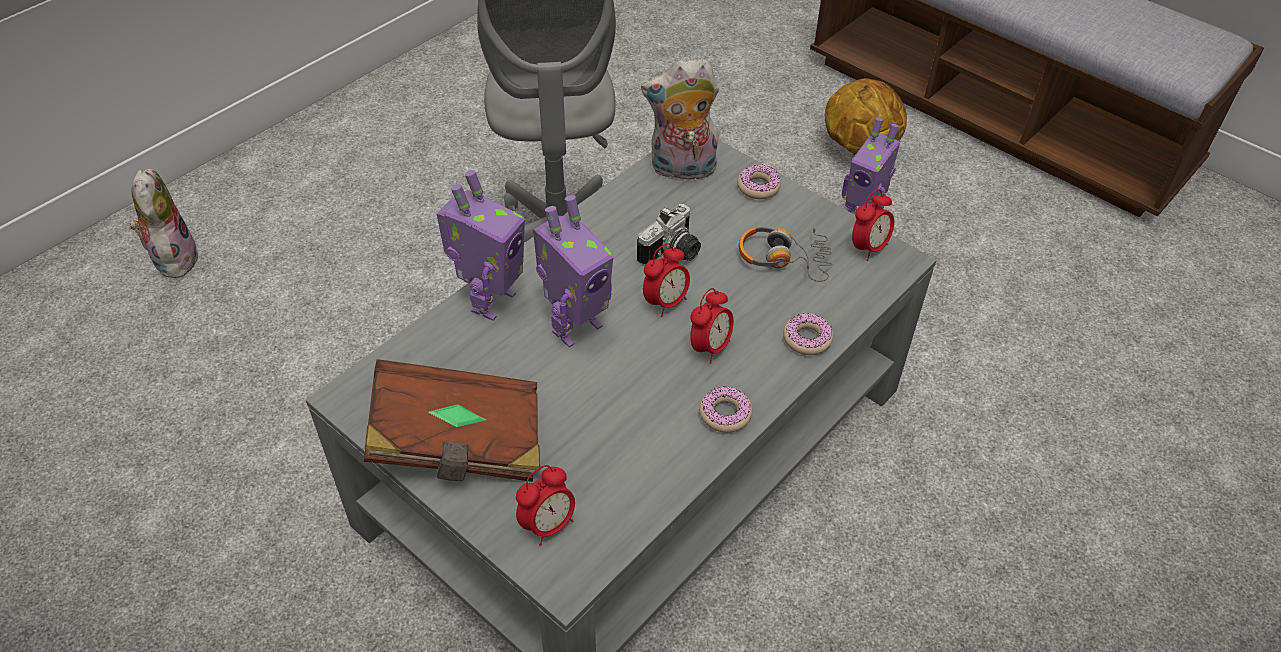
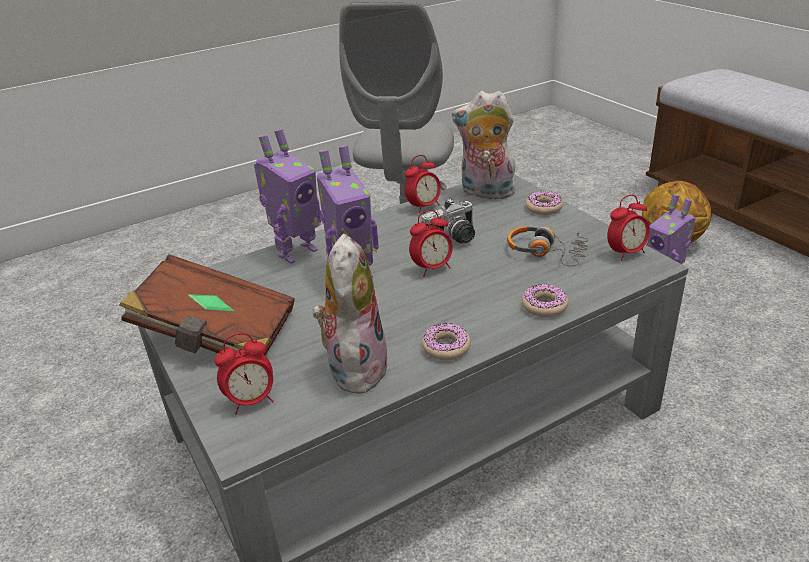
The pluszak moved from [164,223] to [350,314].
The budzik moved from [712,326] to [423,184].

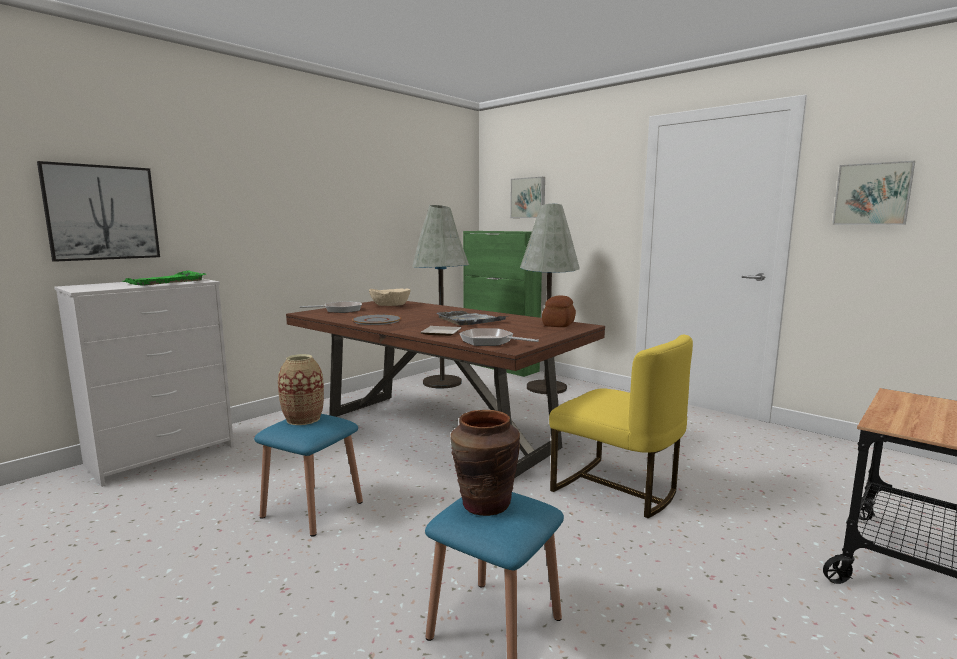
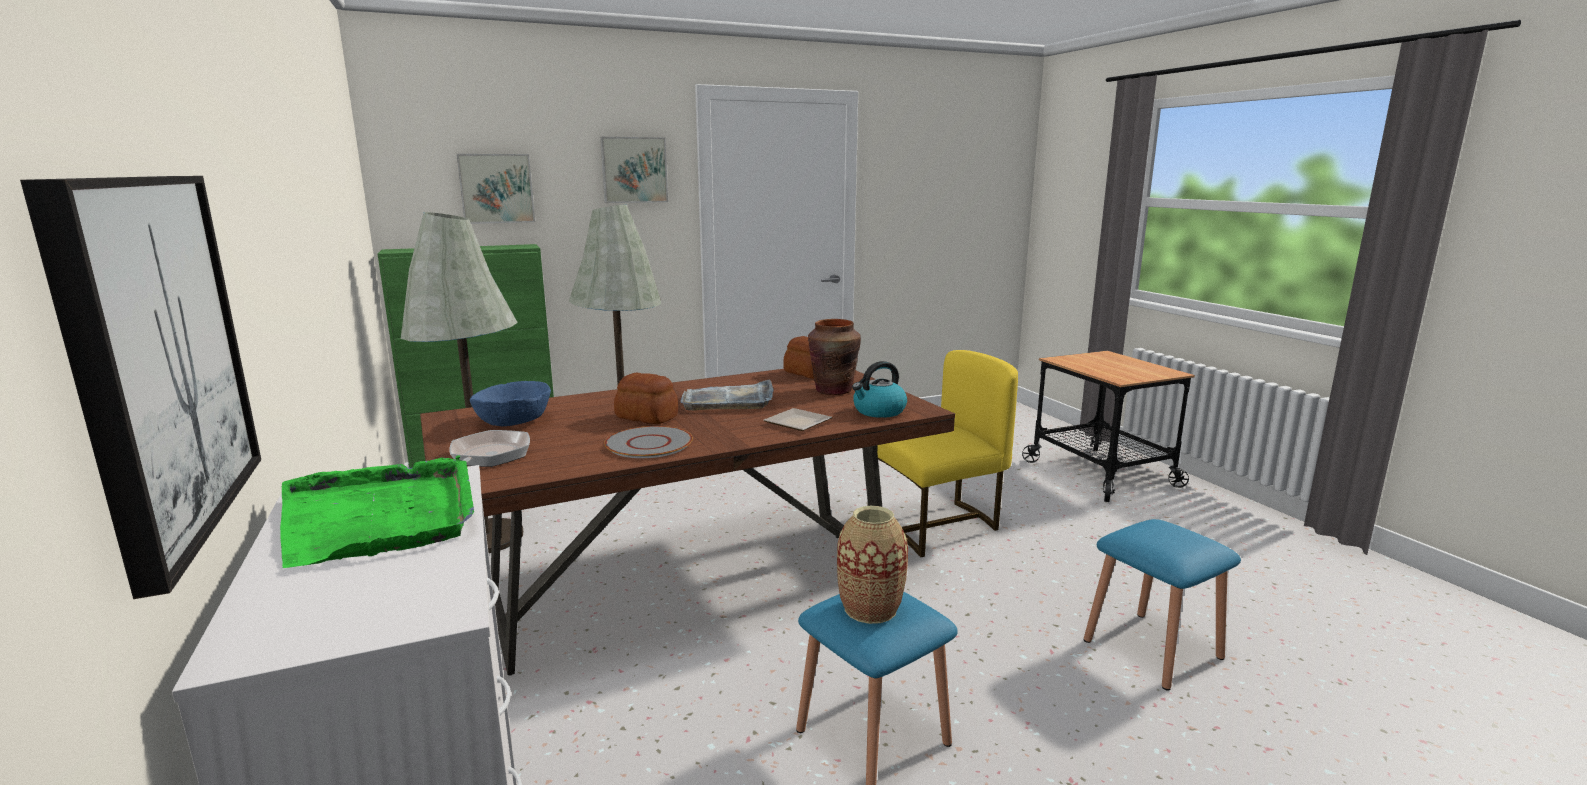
The miska [beżowy] at [389,297] became the miska [niebieski] at [510,403].
The obraz moved from [873,193] to [634,170].
The chleb at [646,398] appeared.
The wazon [brązowy] moved from [485,463] to [834,357].
The patelnia at [499,337] was replaced by the czajnik at [879,389].

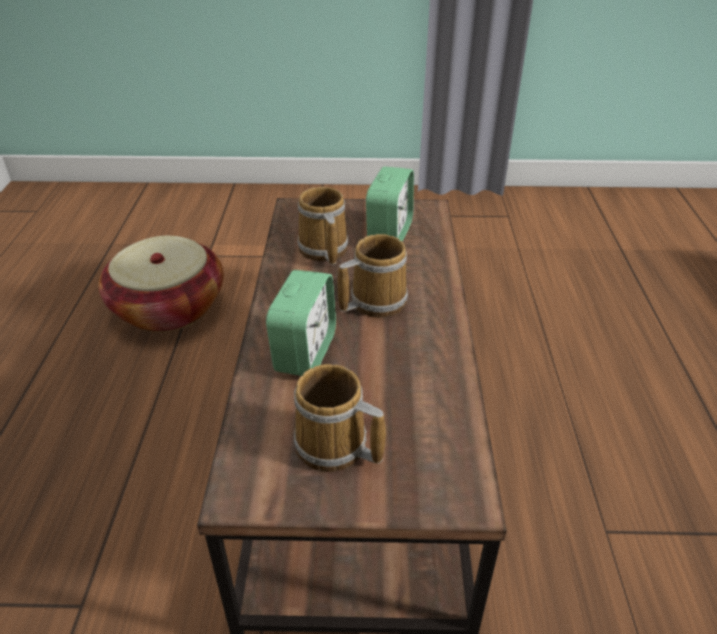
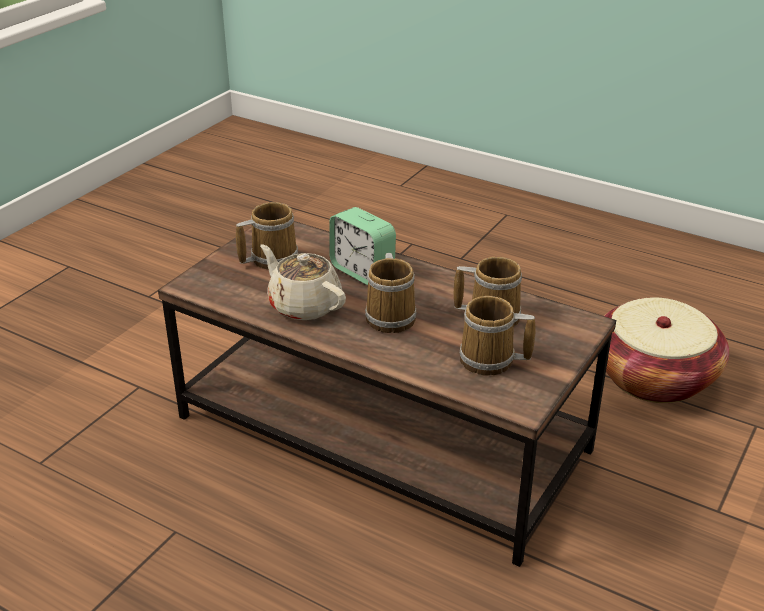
The imbryk [beżowy] at [303,282] appeared.
The budzik at [390,204] was replaced by the kubek at [498,336].

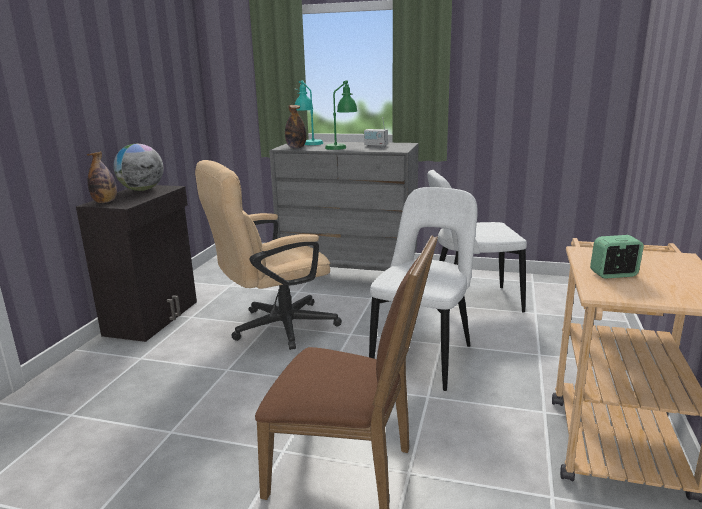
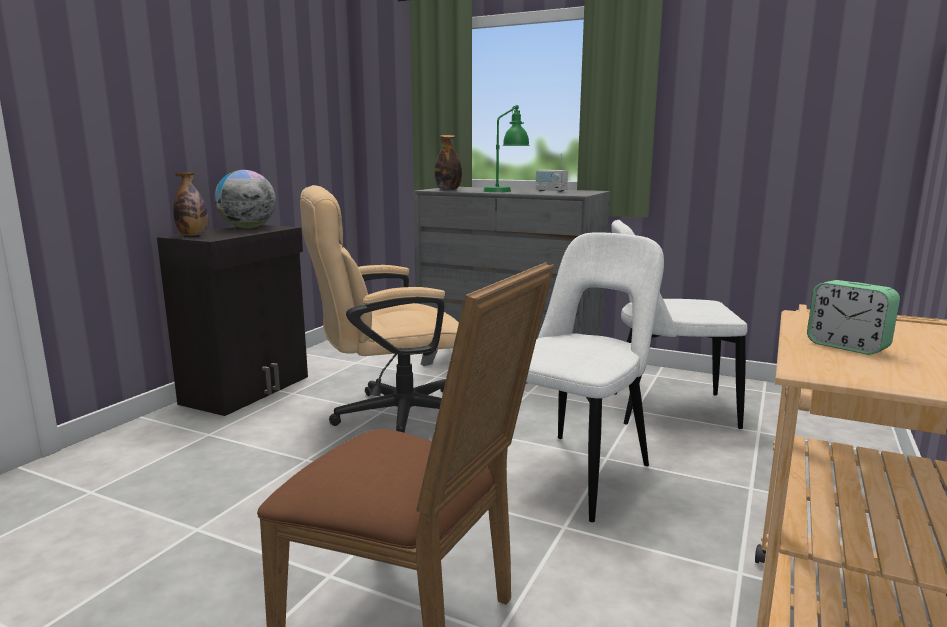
The budzik at [617,257] turned 135 degrees counterclockwise.
The lampa stołowa [turkusowy] at [309,112] disappeared.

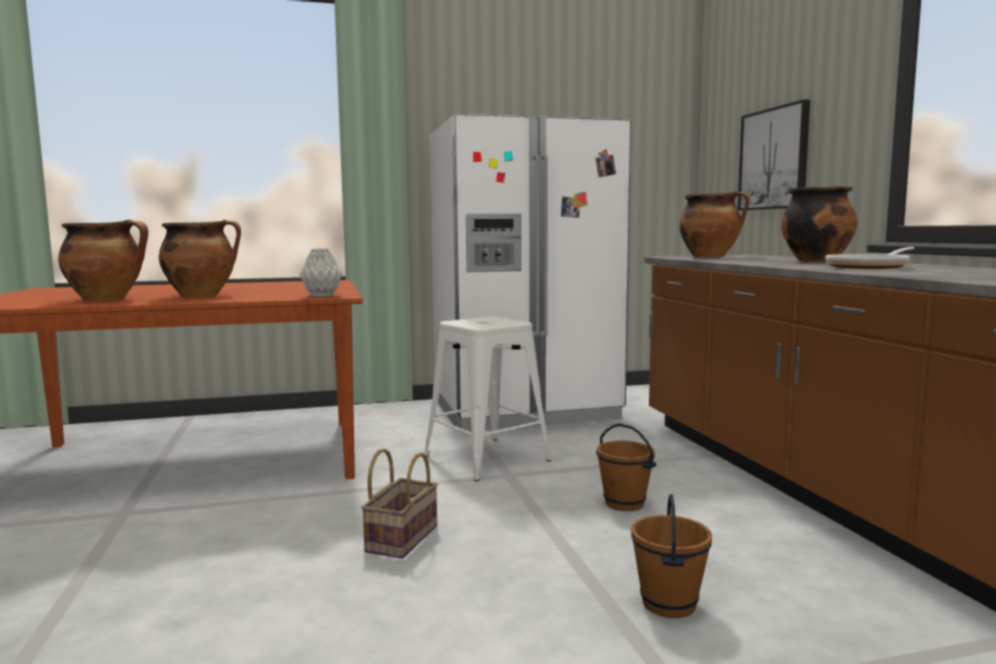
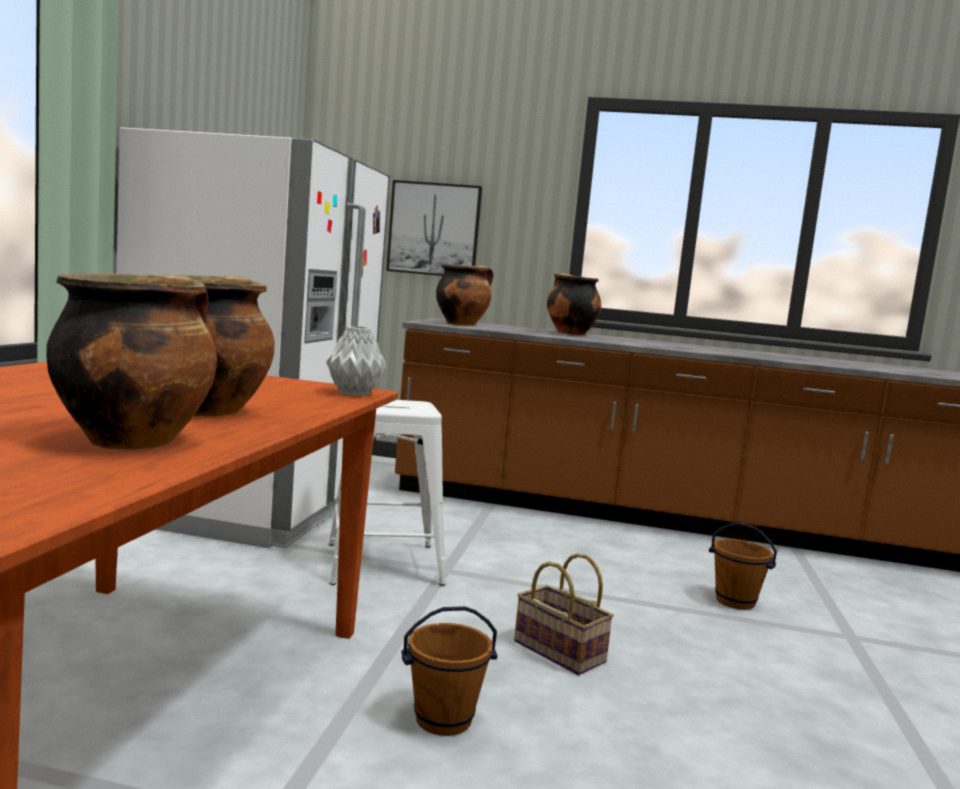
The wiadro [brązowy] moved from [626,467] to [449,671].
The patelnia at [869,258] disappeared.

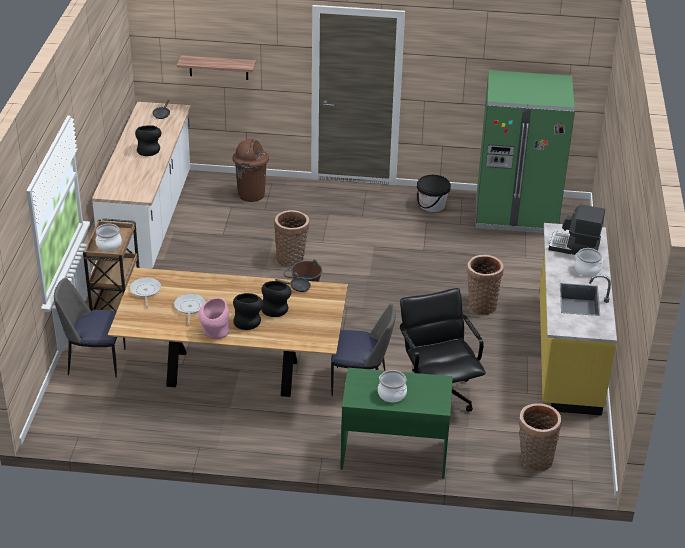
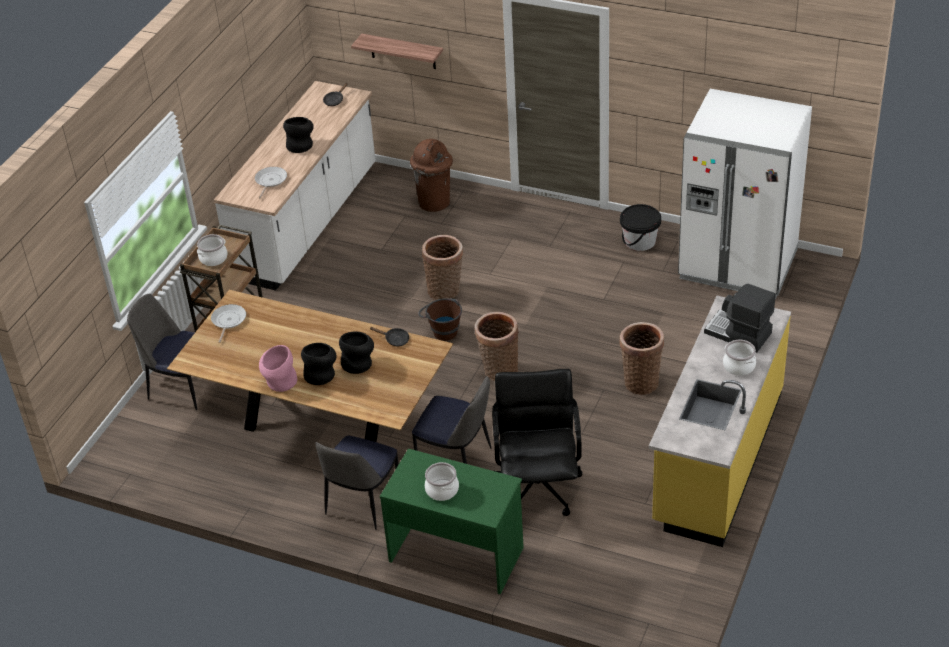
The patelnia moved from [190,309] to [271,182].
The krzesło at [357,482] appeared.
The koszyk moved from [540,437] to [497,346].
The lodówka [zielony] at [525,151] became the lodówka [biały] at [745,194].

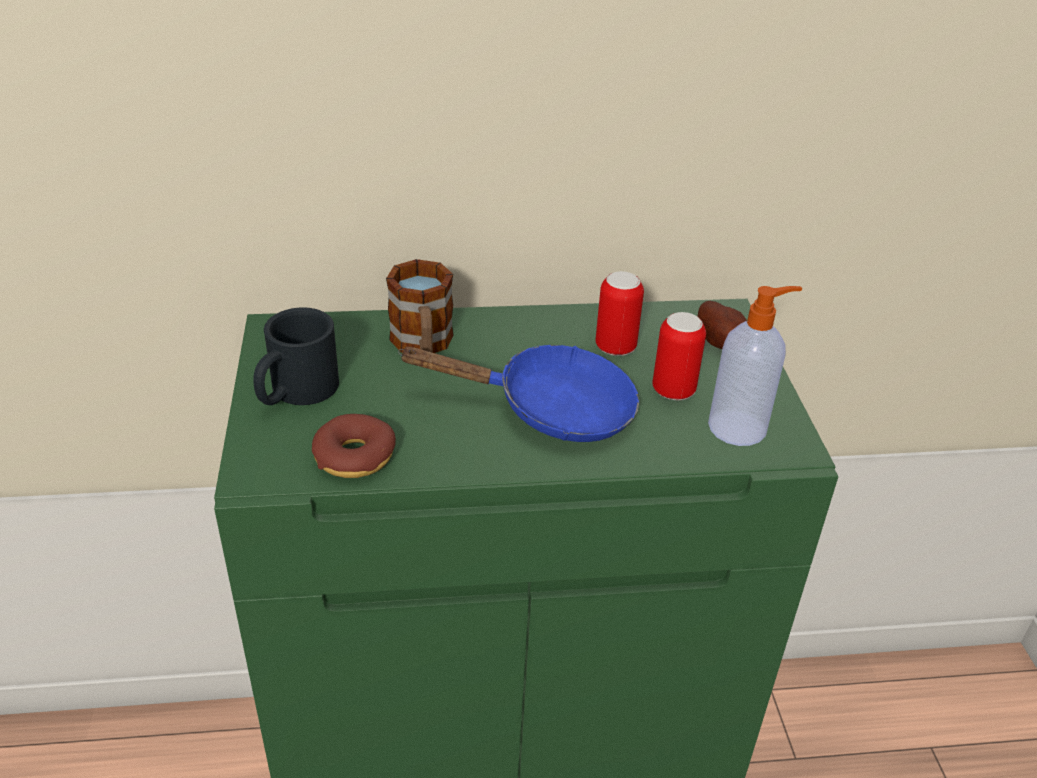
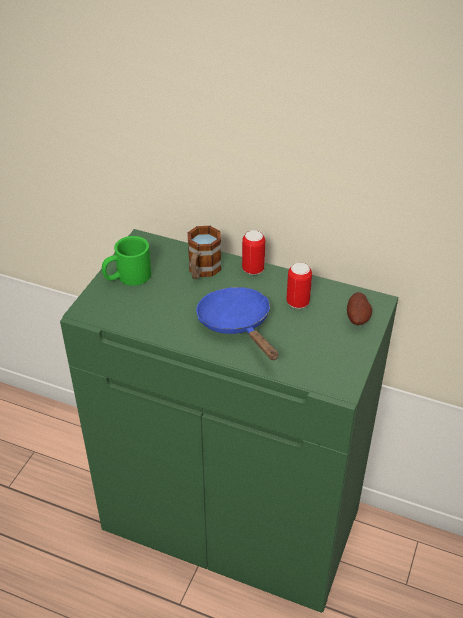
The kubek [czarny] at [296,356] became the kubek [zielony] at [126,261].
The patelnia [niebieski] at [518,393] turned 150 degrees counterclockwise.
The puszka moved from [679,356] to [253,252].
The donut at [354,446] disappeared.
The dozownik mydła at [755,366] disappeared.

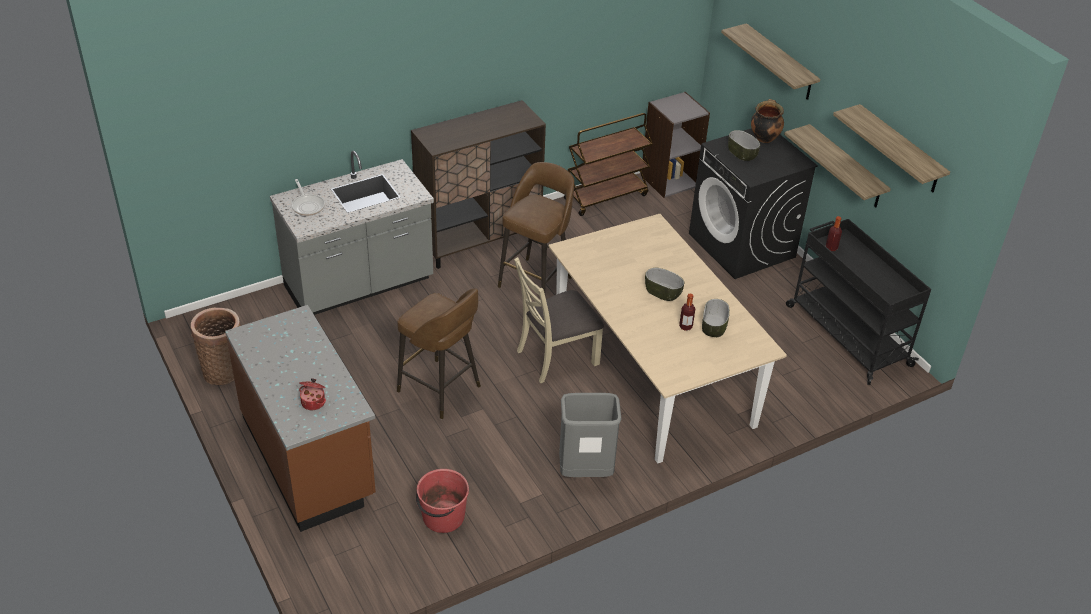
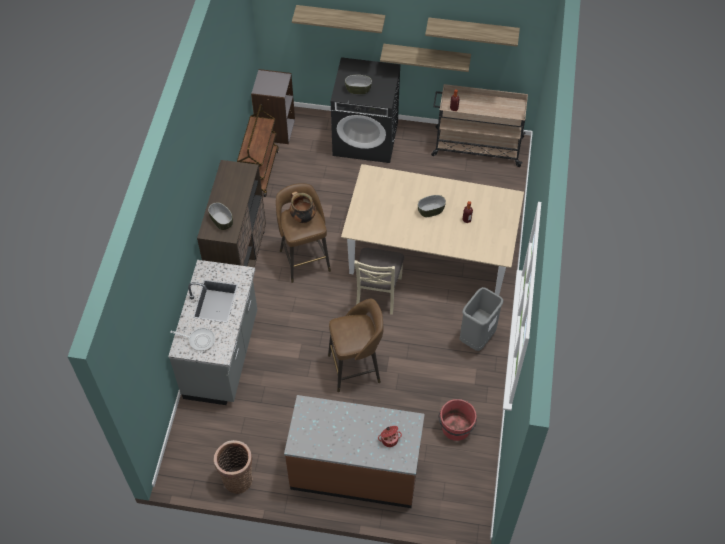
The miska moved from [716,318] to [220,216].
The garnek moved from [767,121] to [303,207].
The wózek [czarny] at [858,302] became the wózek [beżowy] at [479,125].

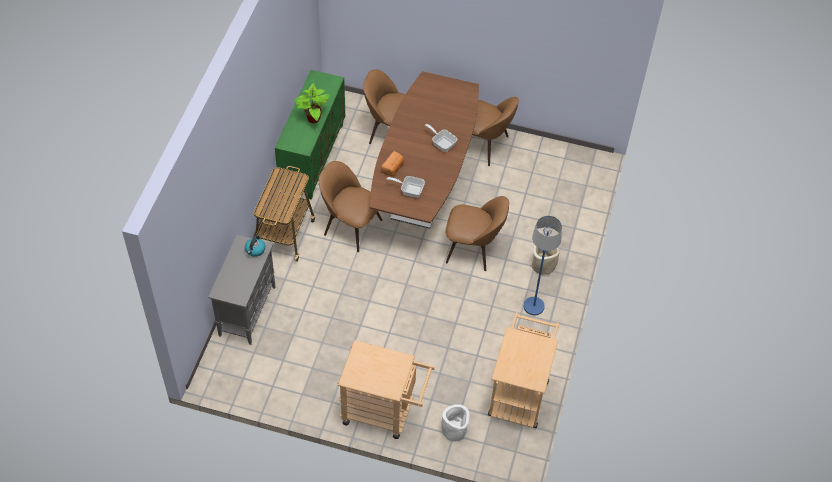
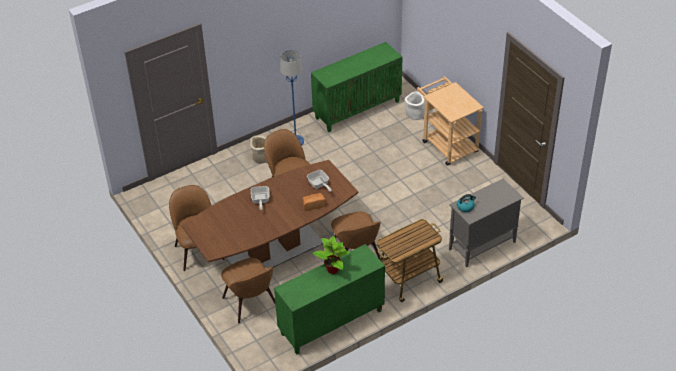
The wózek [beżowy] at [523,370] was replaced by the szafka [zielony] at [356,87].

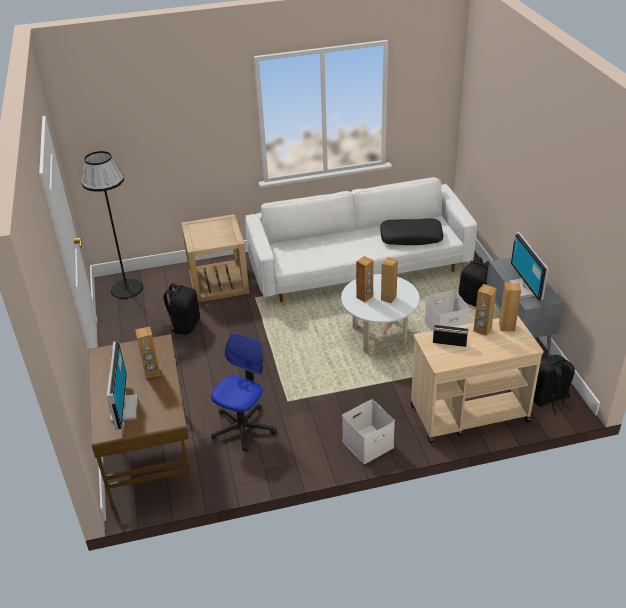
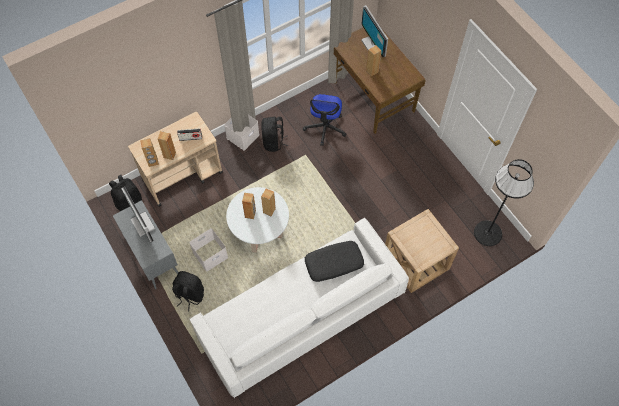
The plecak [czarny] moved from [182,309] to [274,134].
The poduszka [czarny] moved from [411,231] to [334,261].

